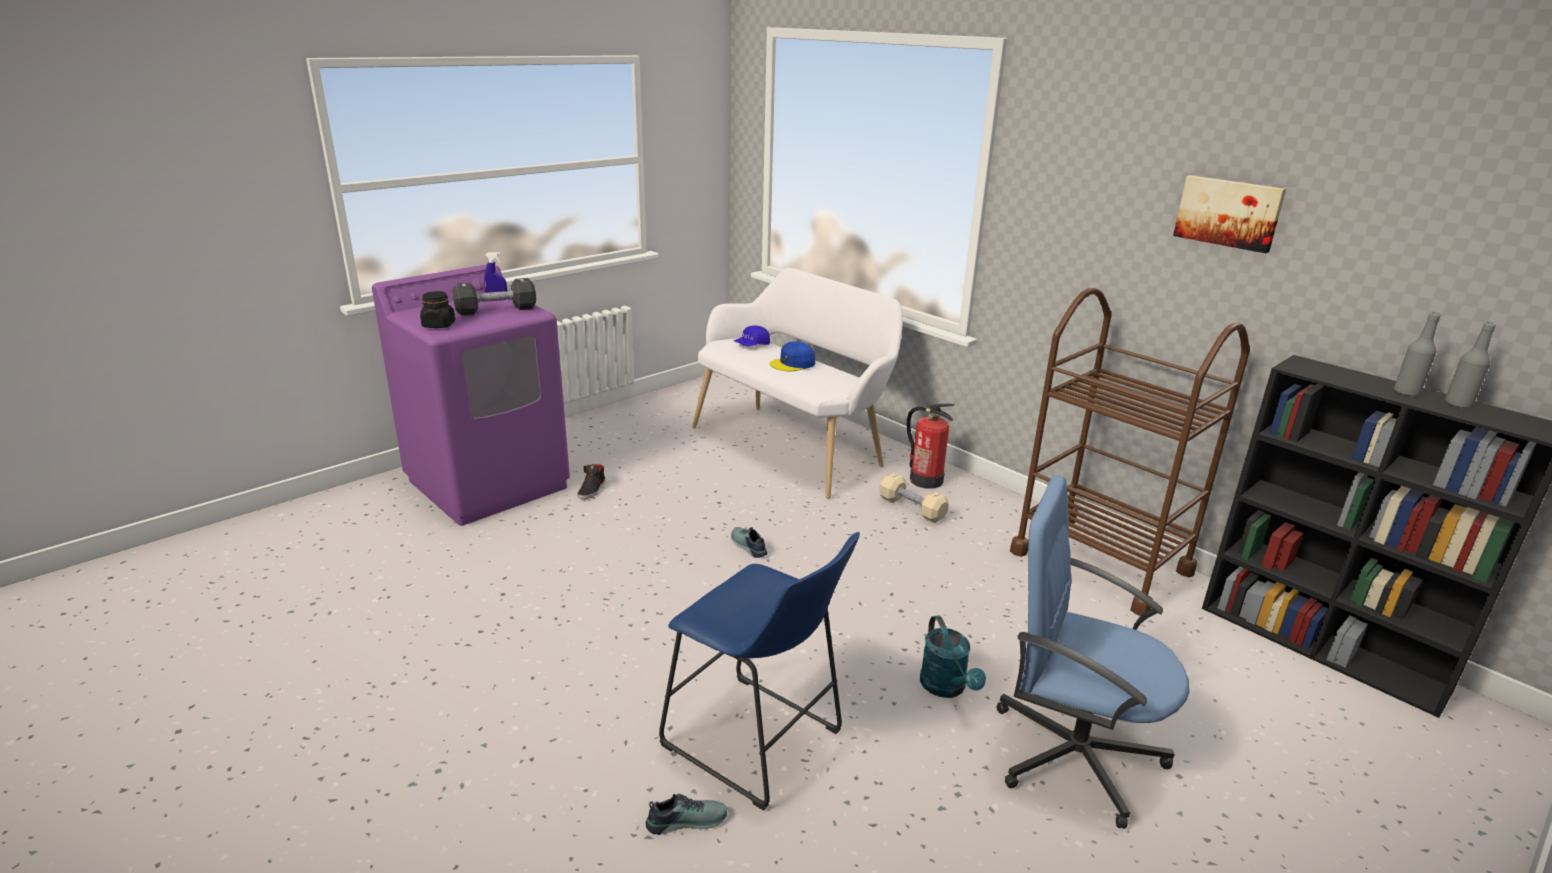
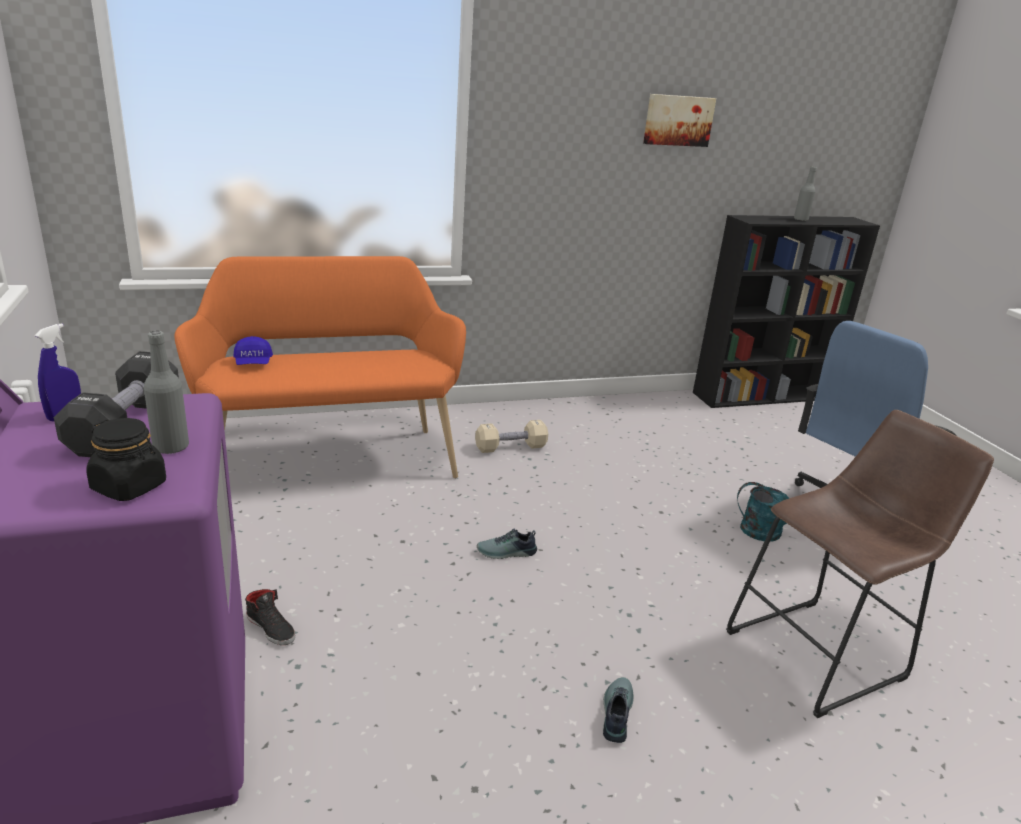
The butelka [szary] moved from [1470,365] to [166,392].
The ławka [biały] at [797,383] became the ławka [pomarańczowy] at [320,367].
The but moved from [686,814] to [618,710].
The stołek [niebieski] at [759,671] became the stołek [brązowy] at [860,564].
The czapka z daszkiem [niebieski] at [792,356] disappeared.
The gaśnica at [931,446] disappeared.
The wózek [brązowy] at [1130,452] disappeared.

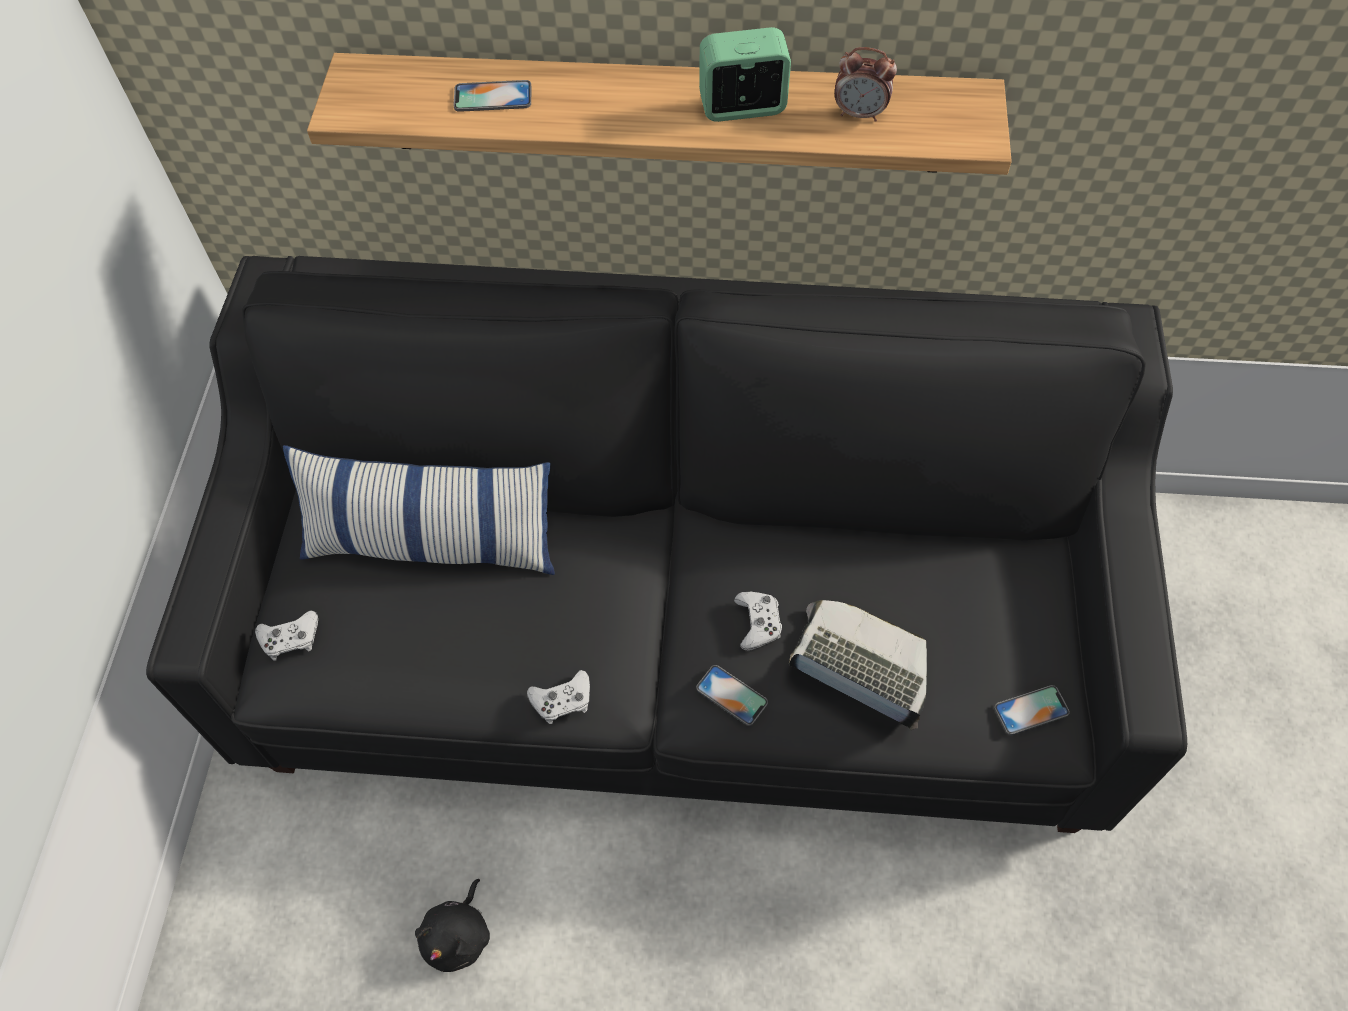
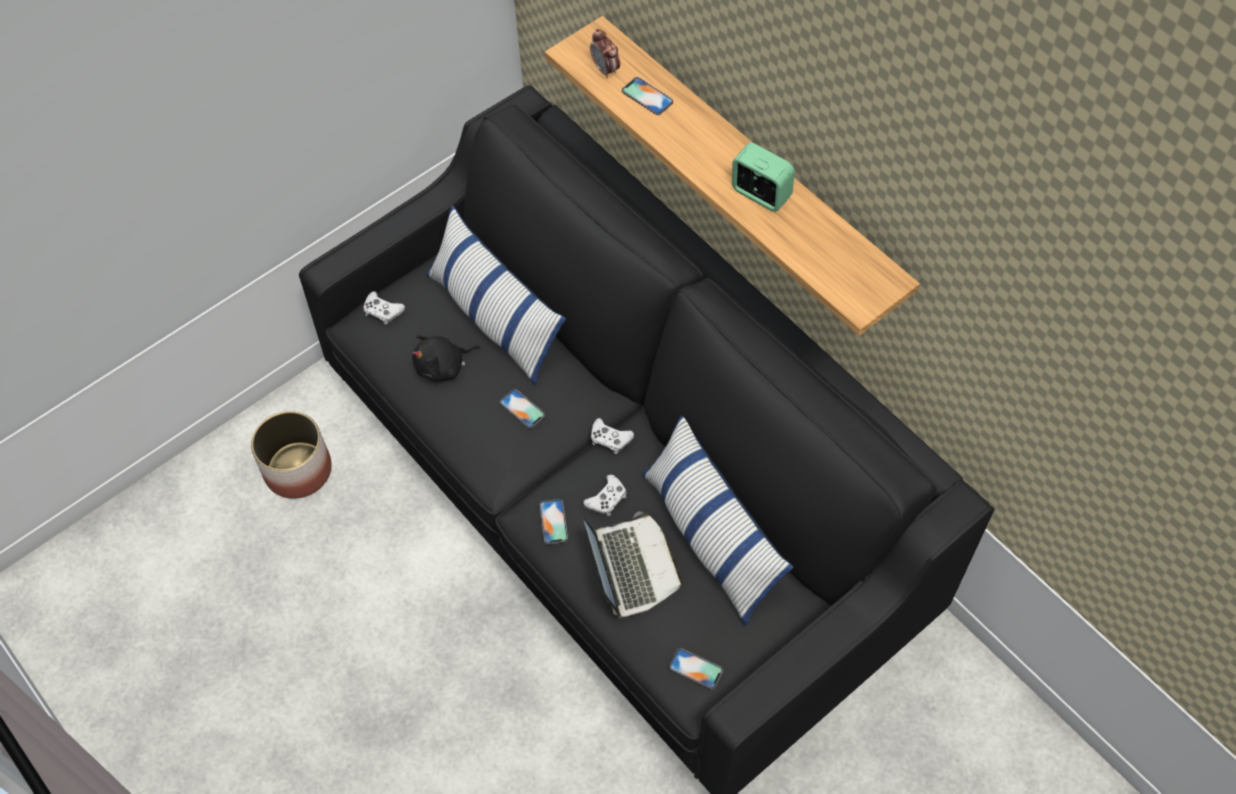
The donica at [291,455] appeared.
The pluszak [czarny] moved from [452,925] to [446,358].
The telefon at [522,409] appeared.
The budzik moved from [866,84] to [605,53].
The pad do gier [biały] moved from [558,697] to [612,436].
The poduszka at [717,521] appeared.

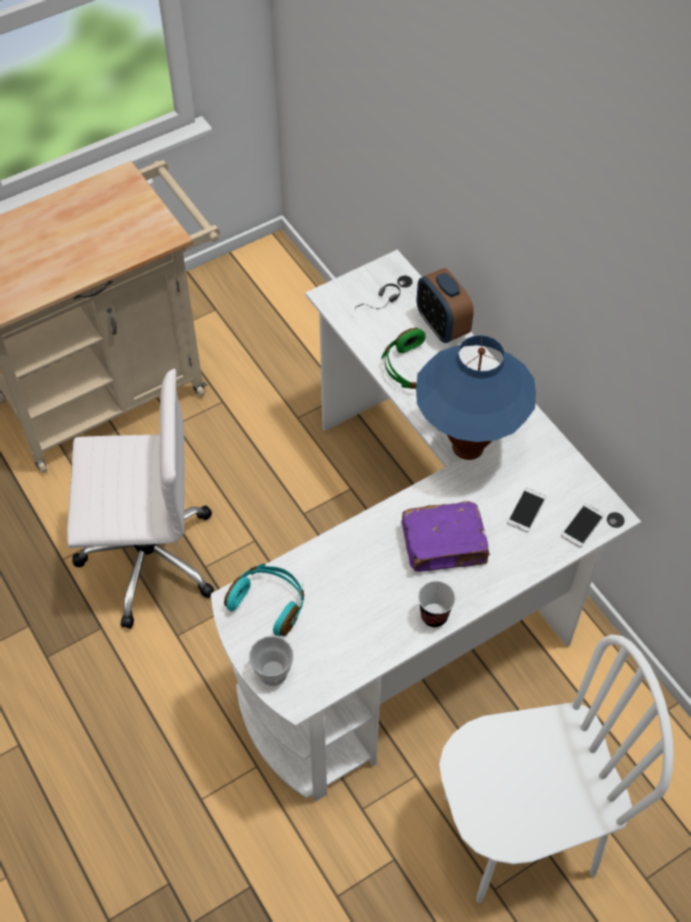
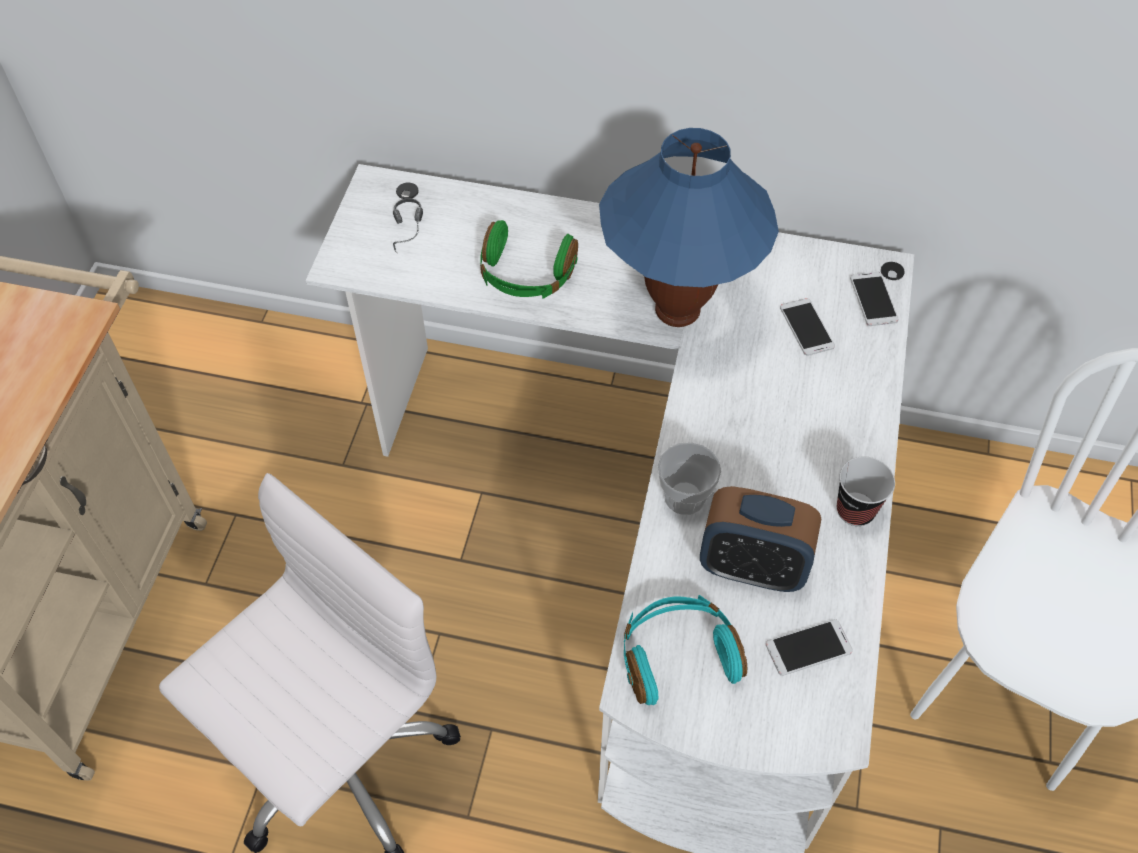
The filiżanka moved from [271,661] to [689,478].
The budzik moved from [445,305] to [760,539].
The telefon at [809,647] appeared.
The książka [fioletowy] at [446,536] disappeared.

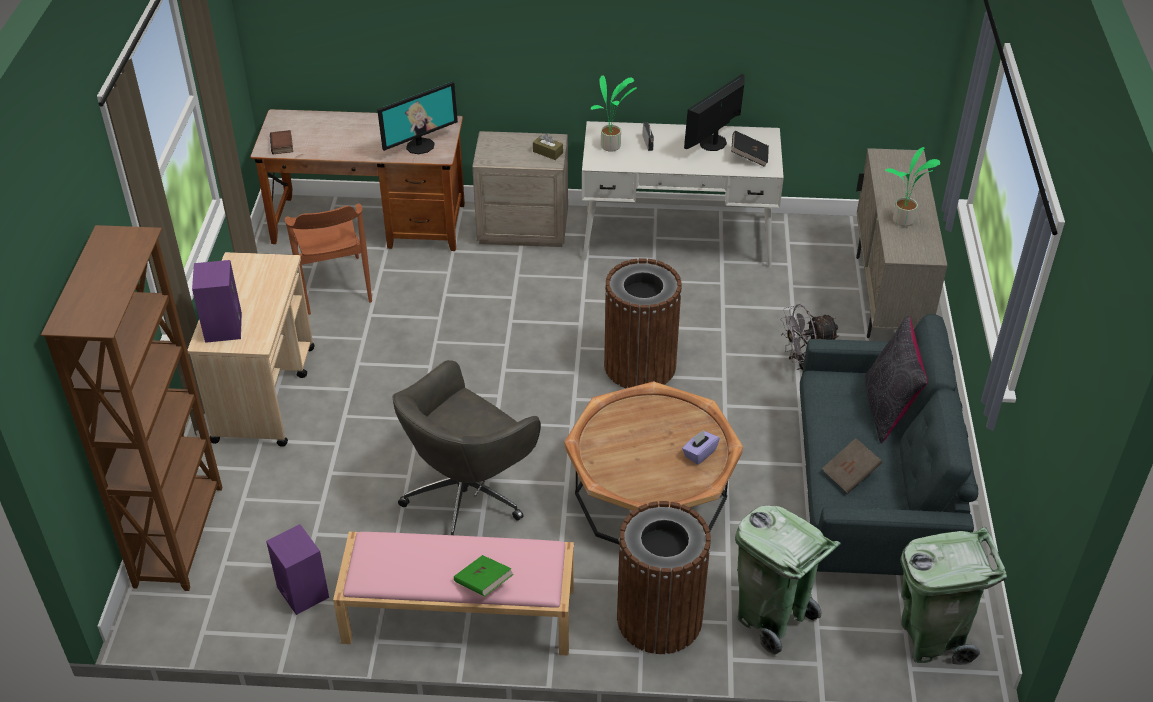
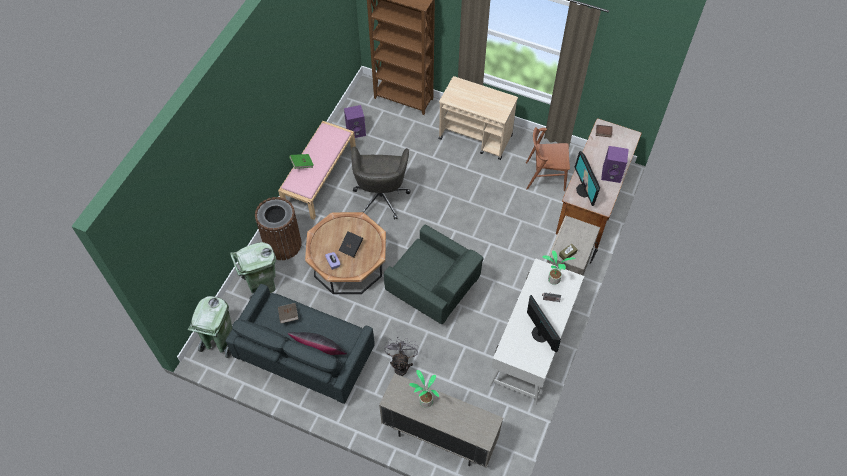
The książka [czarny] moved from [750,149] to [351,244].
The krzesło biurowe [szary] at [467,447] turned 150 degrees counterclockwise.
The kosz na śmieci [brązowy] at [643,323] was replaced by the fotel [zielony] at [434,274].
The głośnik [fioletowy] moved from [217,301] to [615,164].

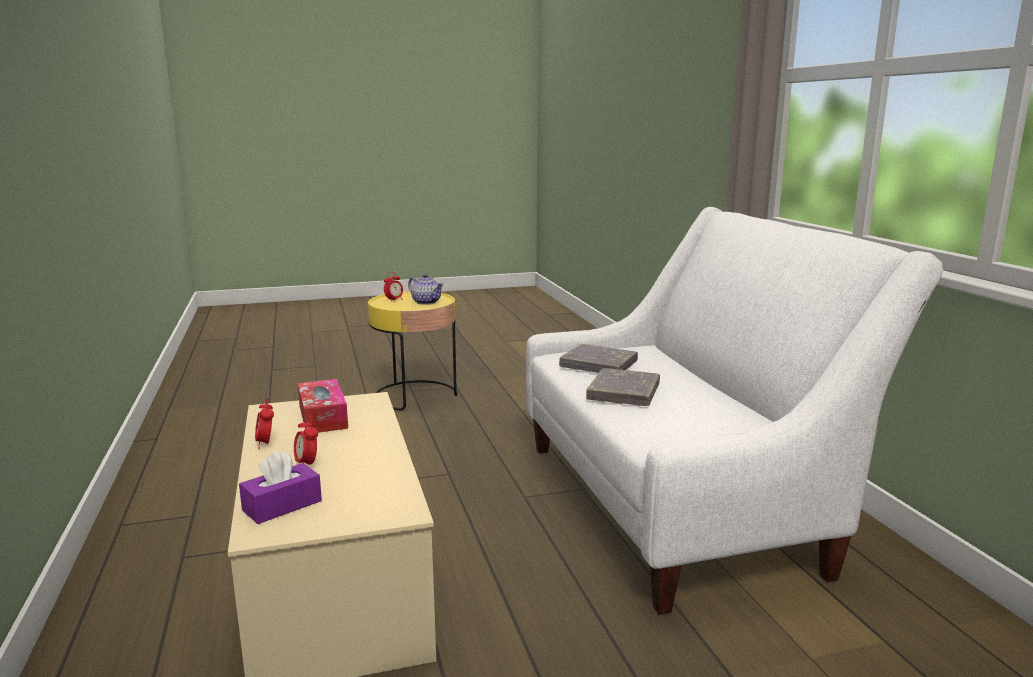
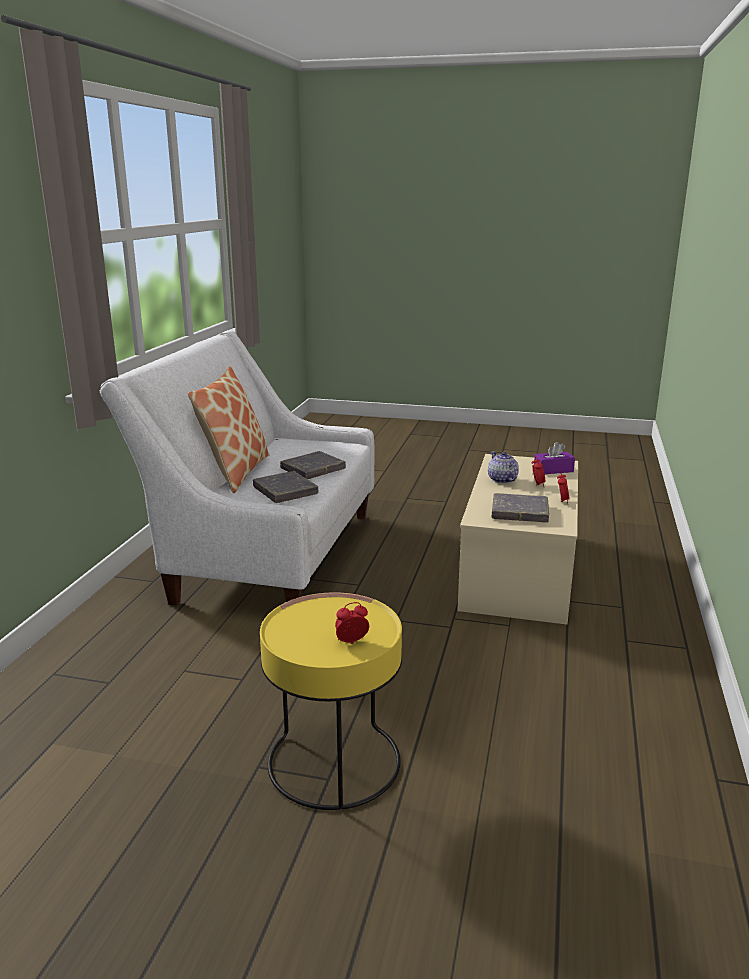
The poduszka at [228,429] appeared.
The imbryk moved from [426,289] to [503,468].
The pudełko chusteczek at [323,406] was replaced by the książka [szary] at [520,507].

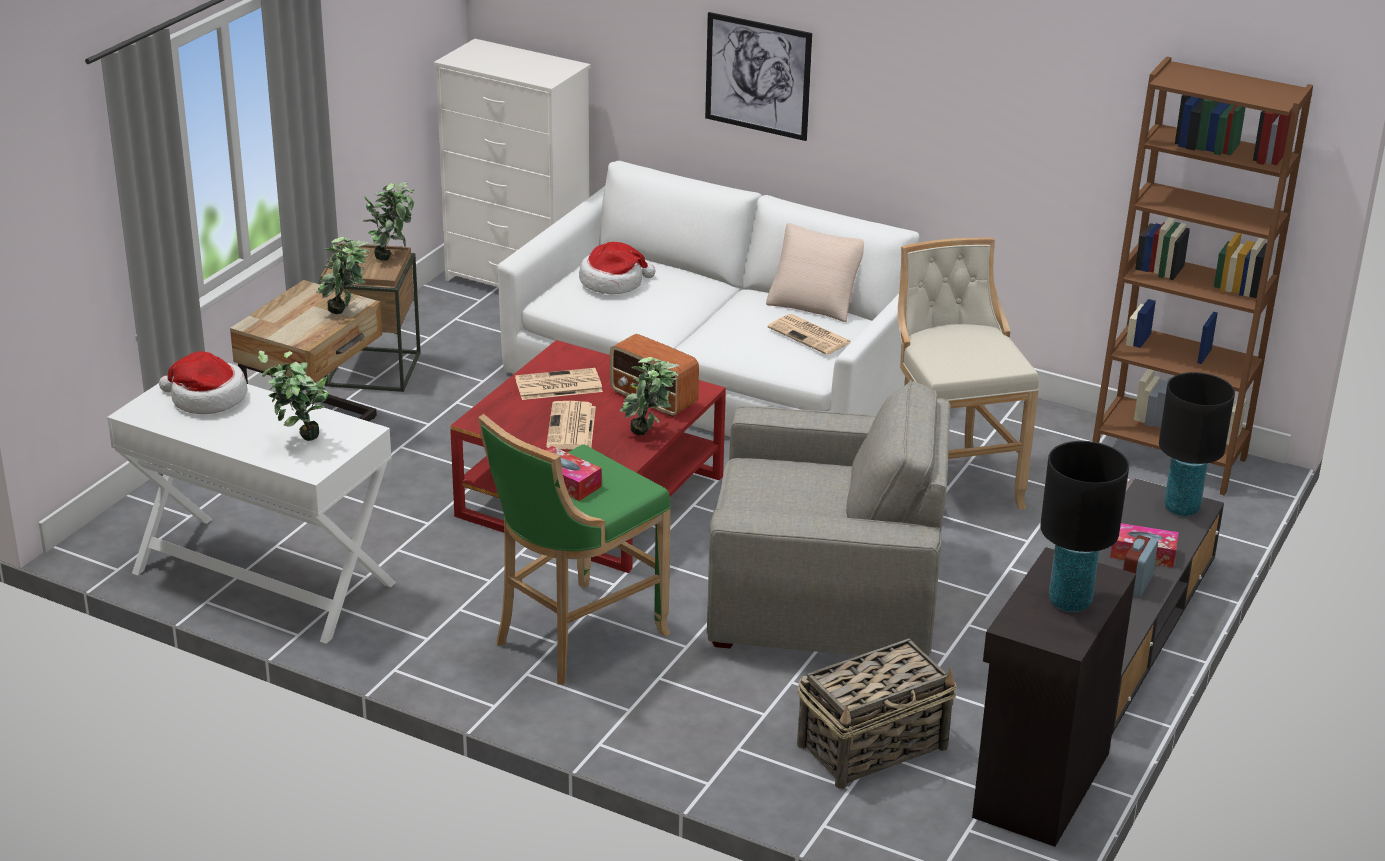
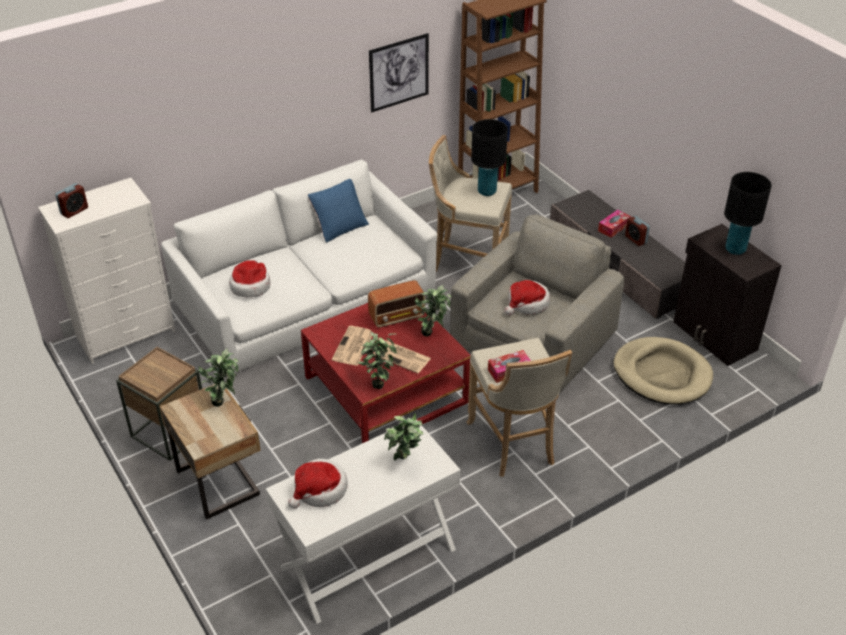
The budzik at [71,200] appeared.
The poduszka [beżowy] at [815,272] became the poduszka [niebieski] at [338,211].
The roślina doniczkowa moved from [388,221] to [377,360].
The obraz moved from [758,76] to [399,72].
The stołek [zielony] at [574,549] became the stołek [beżowy] at [519,407].
The lampa stołowa [czarny] moved from [1197,444] to [489,157].
The kapelusz at [527,297] appeared.
The koszyk at [877,714] was replaced by the legowisko [beżowy] at [663,370].
The gazeta at [809,334] disappeared.

